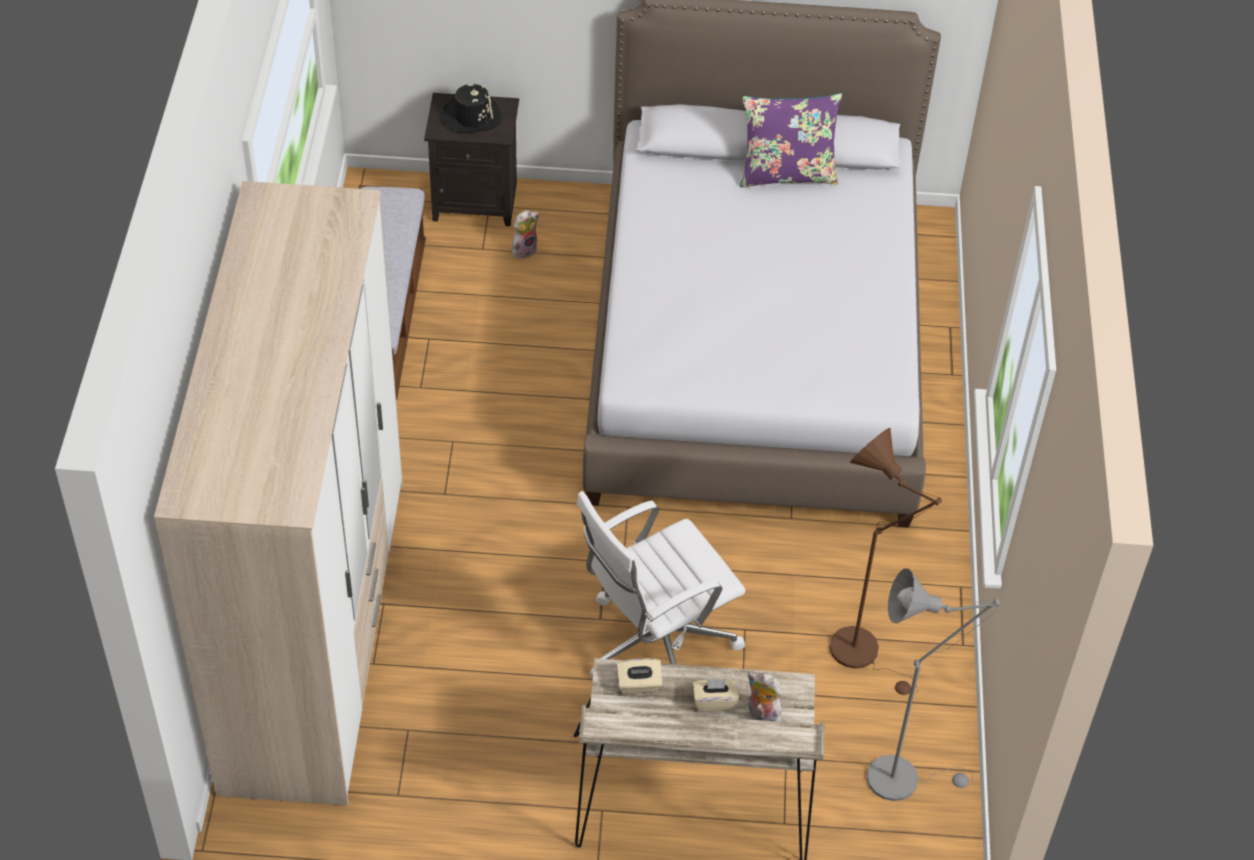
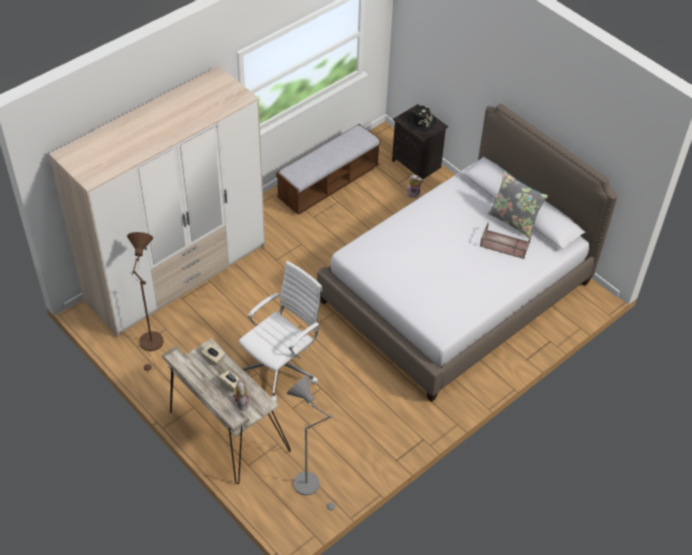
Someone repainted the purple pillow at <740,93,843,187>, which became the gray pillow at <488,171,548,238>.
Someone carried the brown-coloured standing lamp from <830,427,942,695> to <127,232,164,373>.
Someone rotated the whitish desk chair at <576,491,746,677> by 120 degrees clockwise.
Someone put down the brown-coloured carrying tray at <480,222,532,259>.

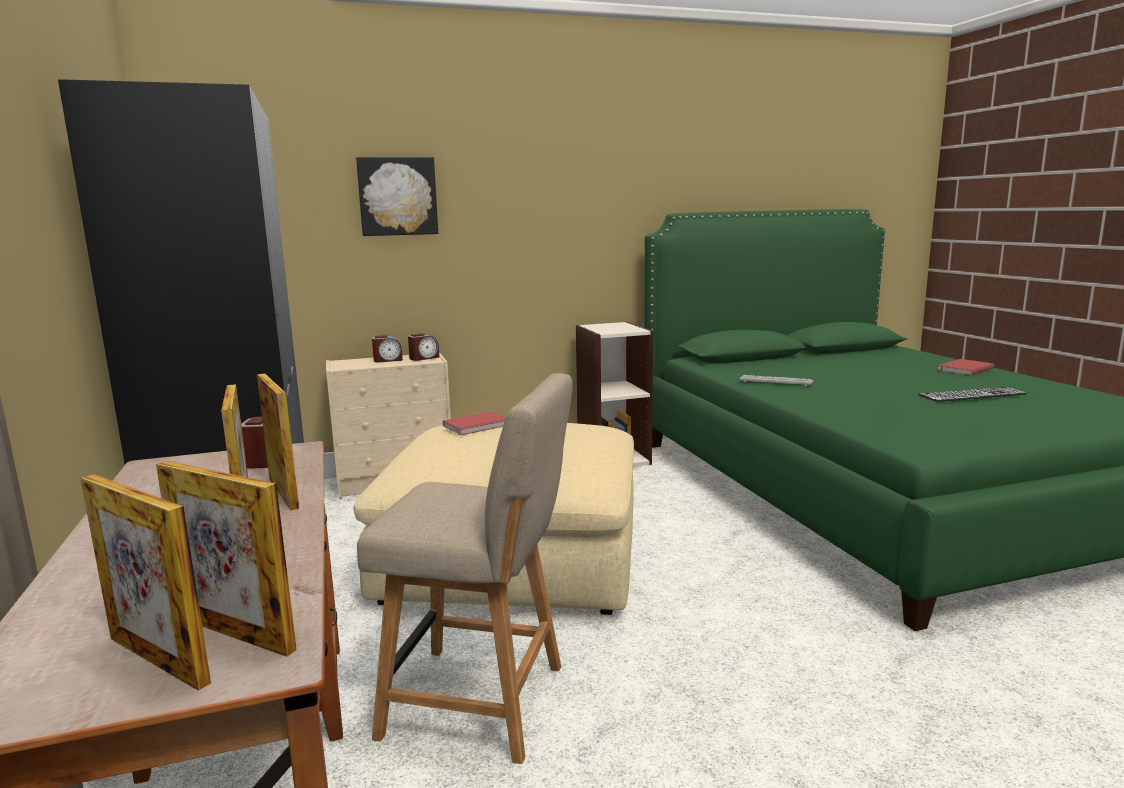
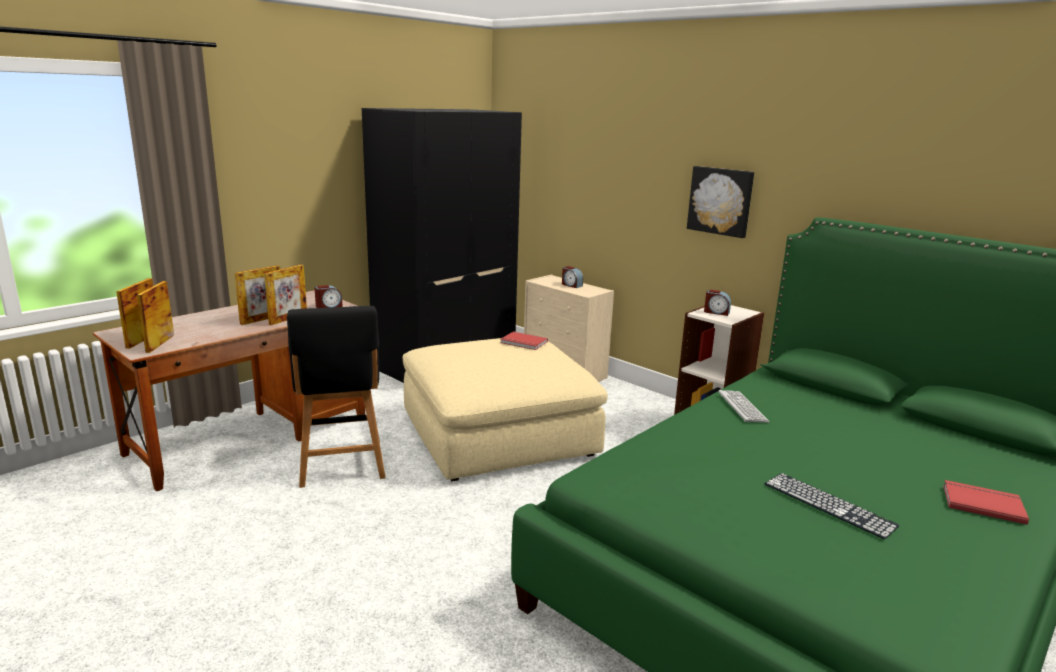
Someone carried the wall picture from <356,157,438,236> to <687,166,754,238>.
Someone carried the alarm clock from <408,333,440,361> to <704,290,731,316>.
Someone repainted the sand-coloured chair at <357,373,573,764>, which became the black chair at <287,306,386,488>.

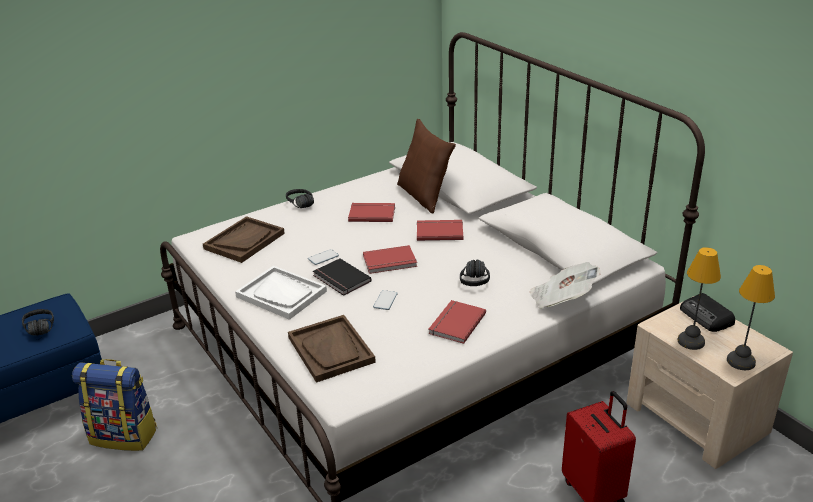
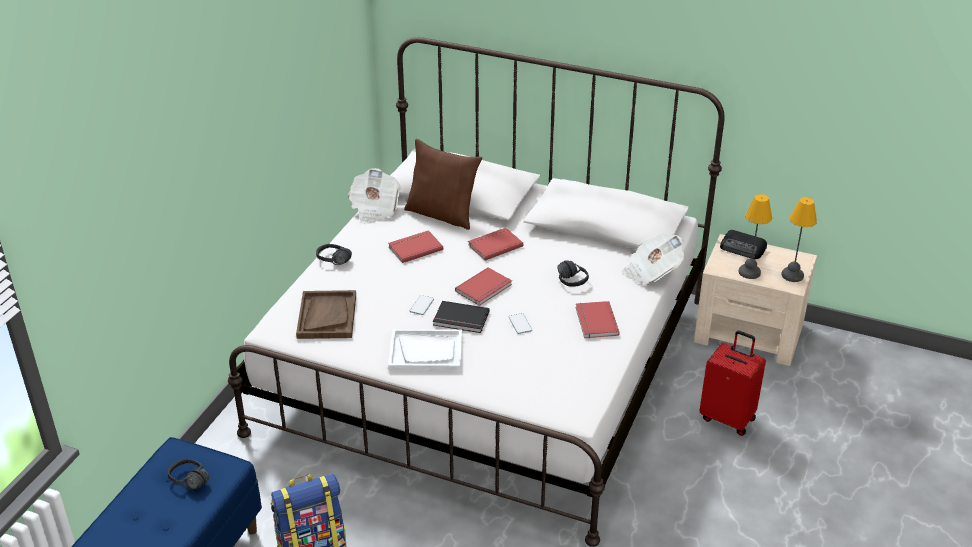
Someone took away the brown-coloured carrying tray at <288,315,376,383>.
Someone put down the daily paper at <348,168,401,224>.

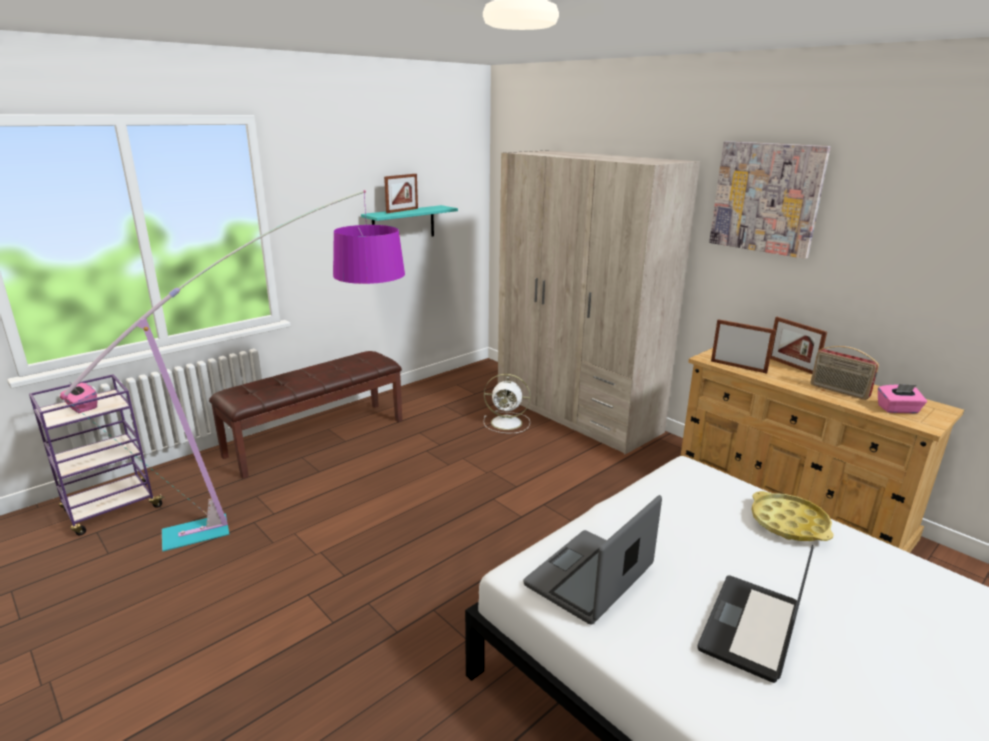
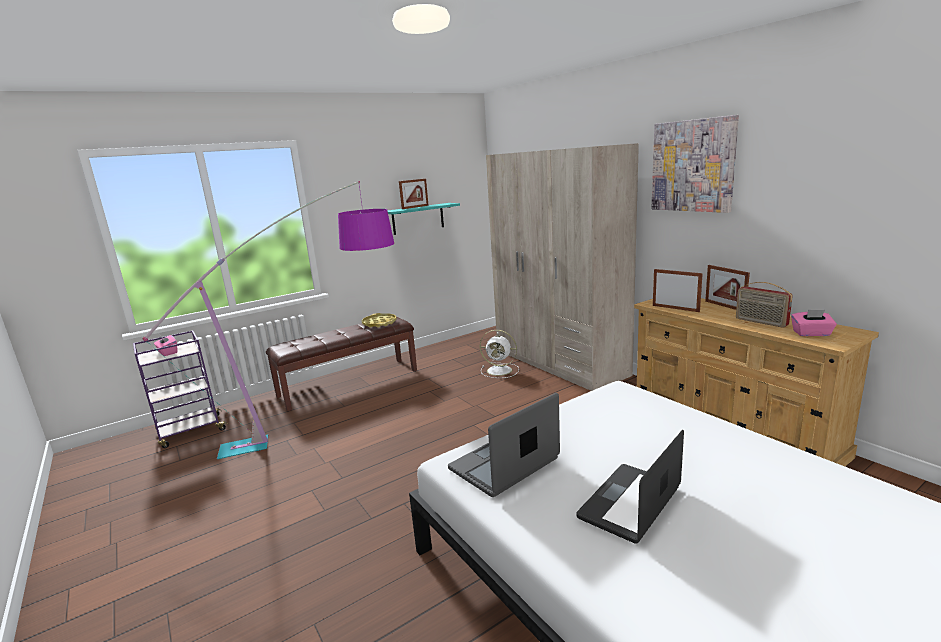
Someone carried the yellowish carrying tray from <751,491,834,541> to <362,313,397,328>.

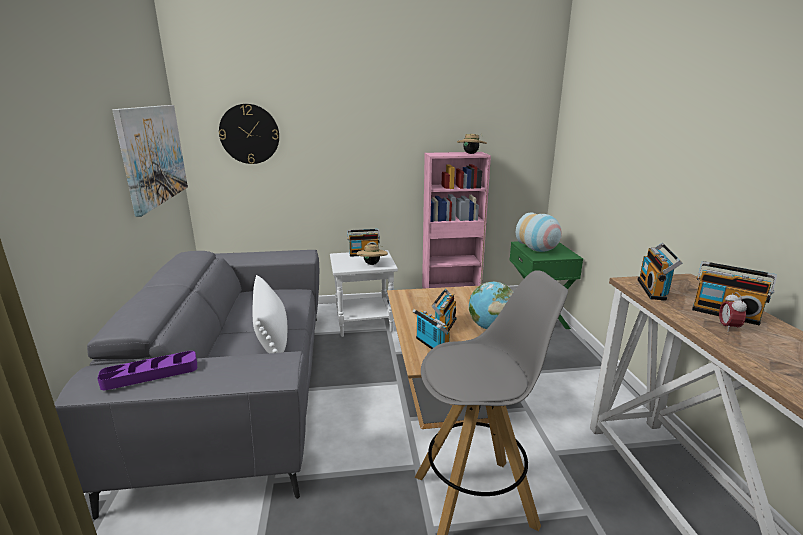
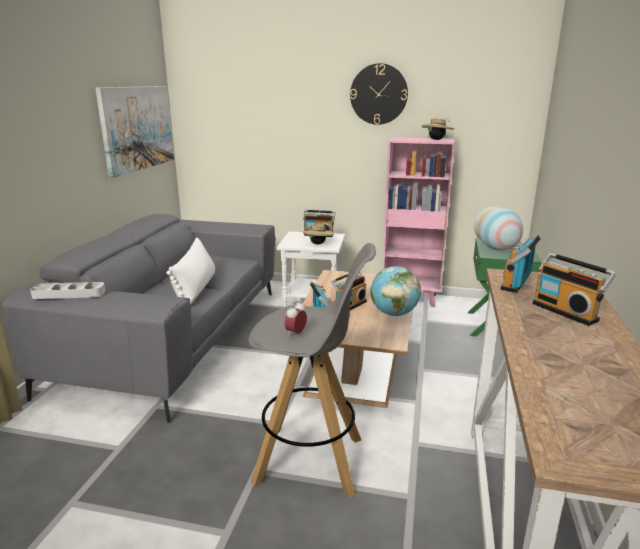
Someone carried the wall clock from <219,104,279,164> to <350,63,408,125>.
Someone carried the alarm clock from <719,292,747,332> to <285,301,307,335>.
Someone repainted the purple carrying tray at <97,351,197,390>, which became the gray carrying tray at <30,282,106,299>.

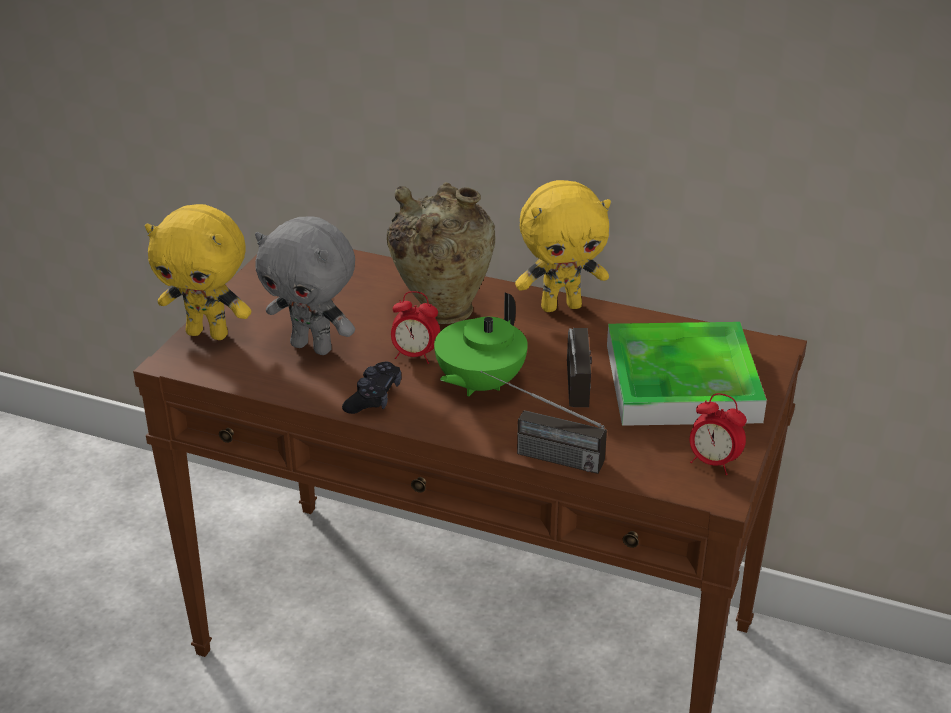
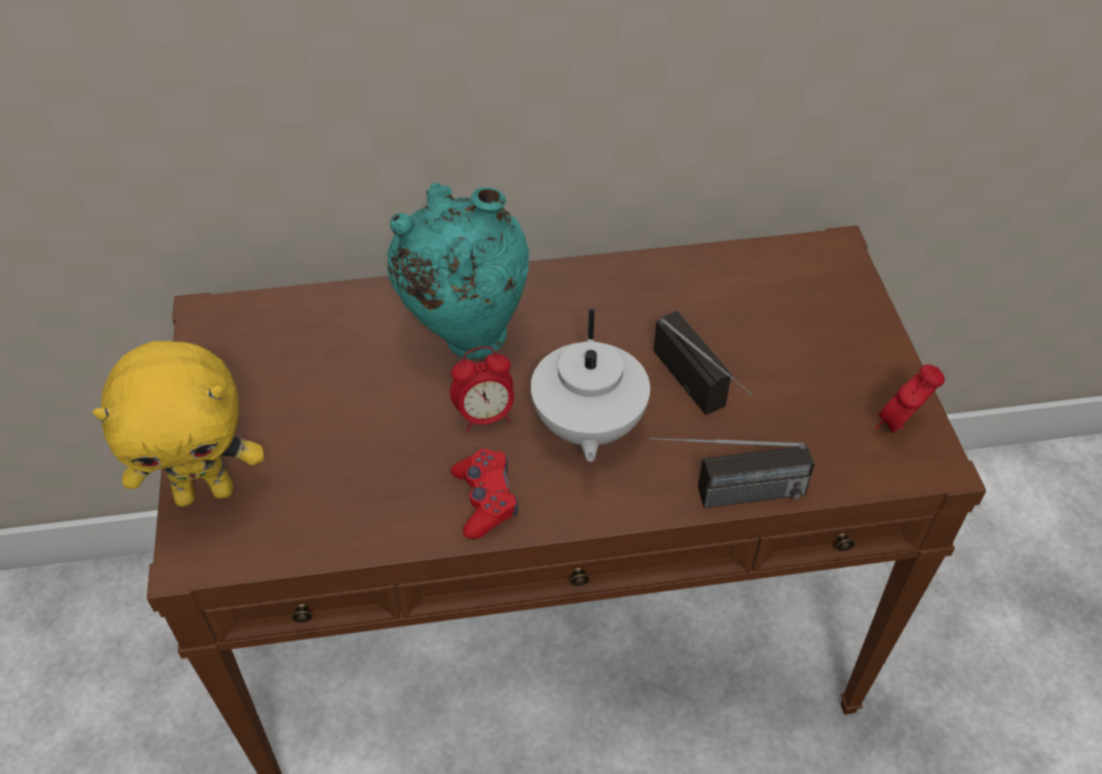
Someone took away the yellowish plush toy at <515,180,611,312>.
Someone repainted the sand-coloured vase at <387,182,495,324>, which became the turquoise vase at <387,183,529,359>.
Someone took away the gray plush toy at <255,217,355,355>.
Someone repainted the greenish pot for tea at <434,292,528,396>, which became the whitish pot for tea at <531,309,650,462>.
Someone took away the carrying tray at <607,322,767,426>.
Someone repainted the black gamepad at <342,362,402,414>, which became the reddish gamepad at <451,449,518,539>.
Someone rotated the alarm clock at <690,393,747,475> by 135 degrees clockwise.

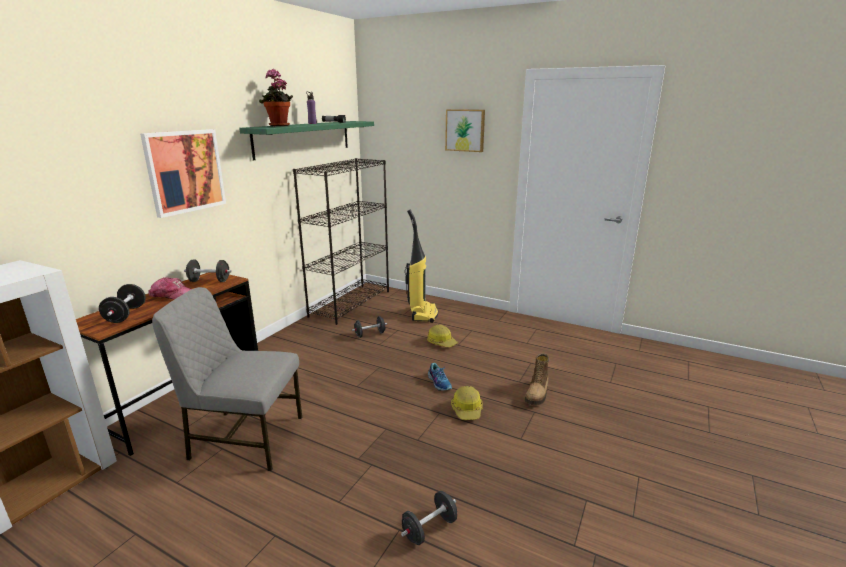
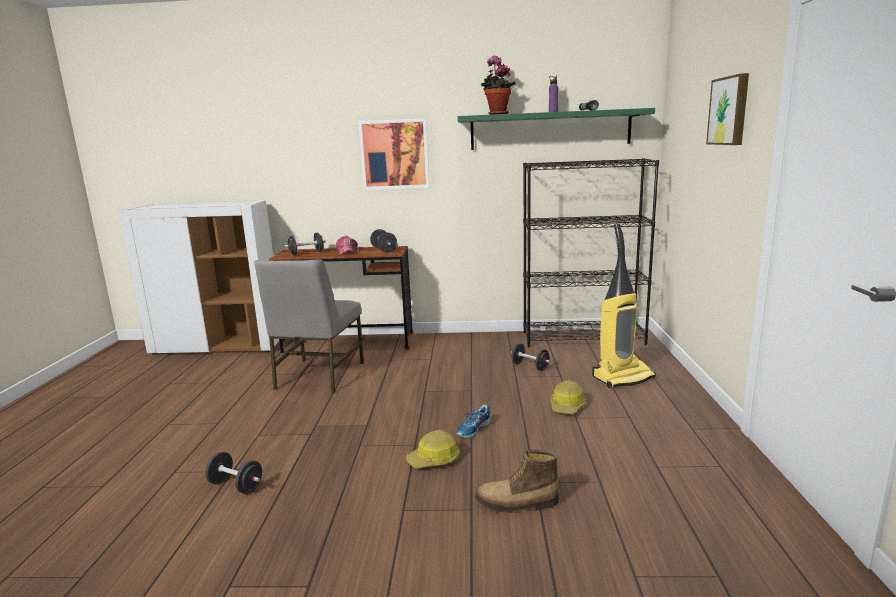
Someone rotated the gray chair at <152,287,302,471> by 150 degrees counterclockwise.

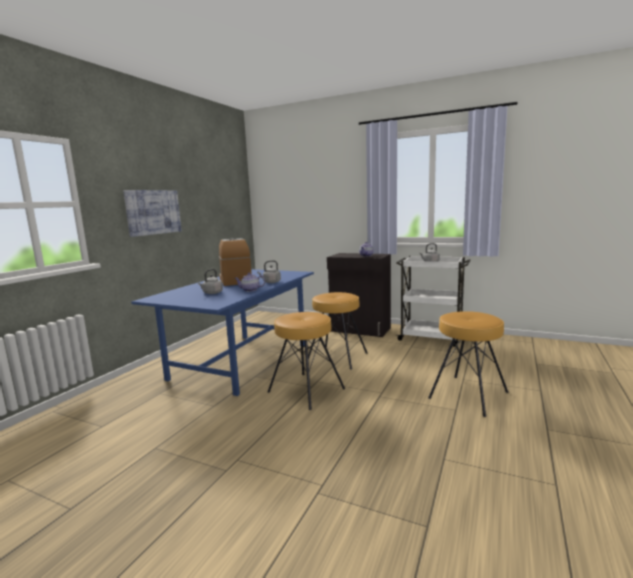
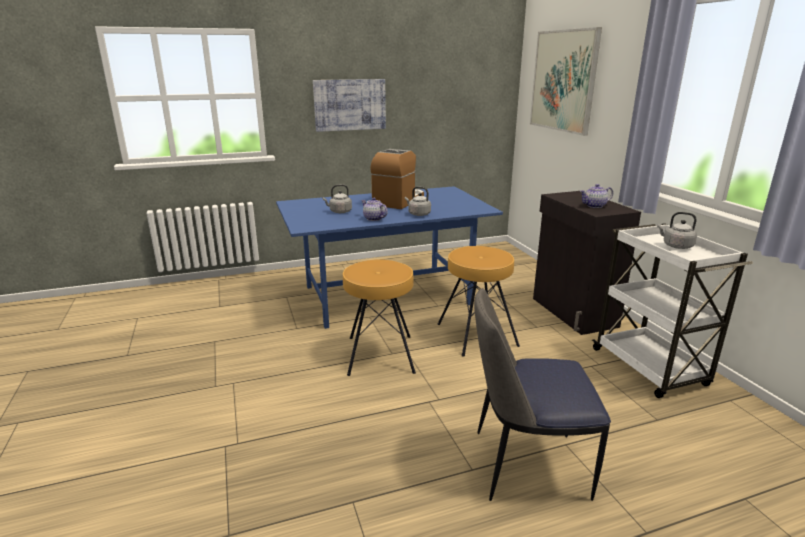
Someone swapped the brown-coloured stool at <428,311,508,417> for the chair at <474,288,611,501>.
Someone put up the wall picture at <530,27,602,136>.

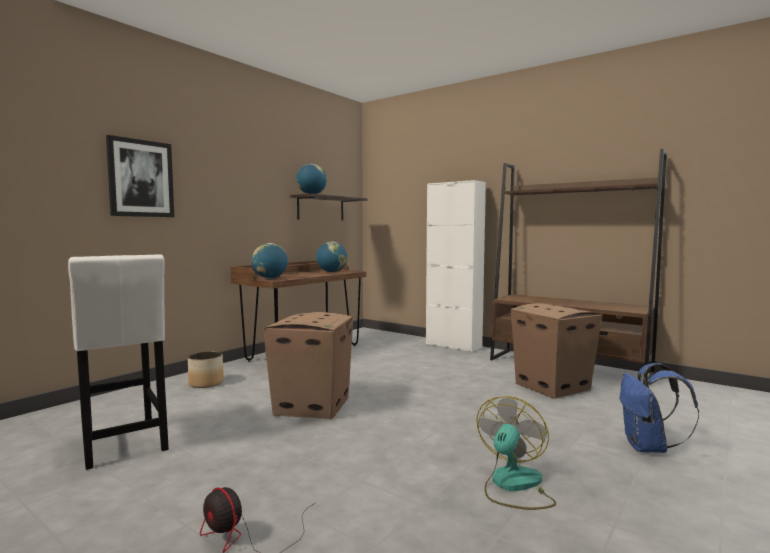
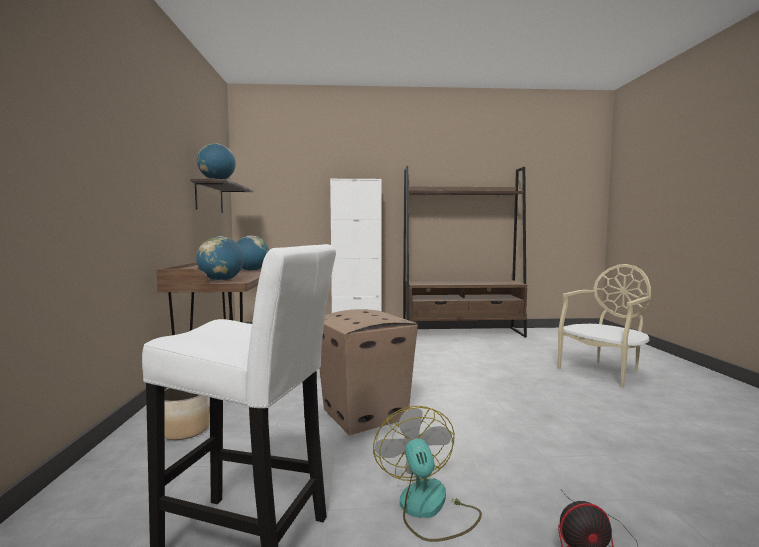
Someone took away the wall picture at <106,135,174,217>.
Someone took away the carton at <511,303,603,399>.
Someone swapped the bluish rucksack at <619,363,699,453> for the sand-coloured chair at <558,264,651,388>.
Someone carried the cooling fan from <477,396,556,510> to <373,406,482,542>.

